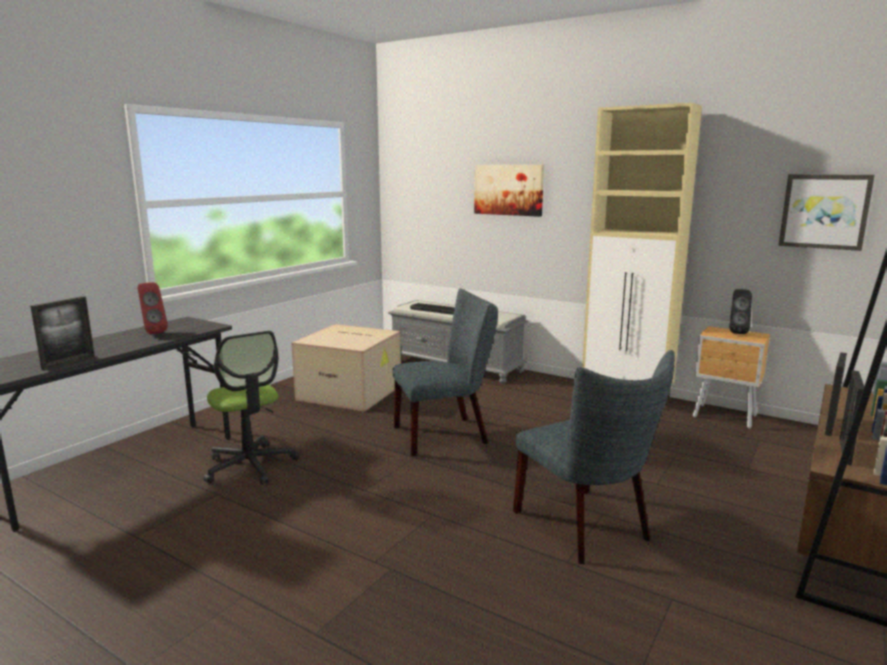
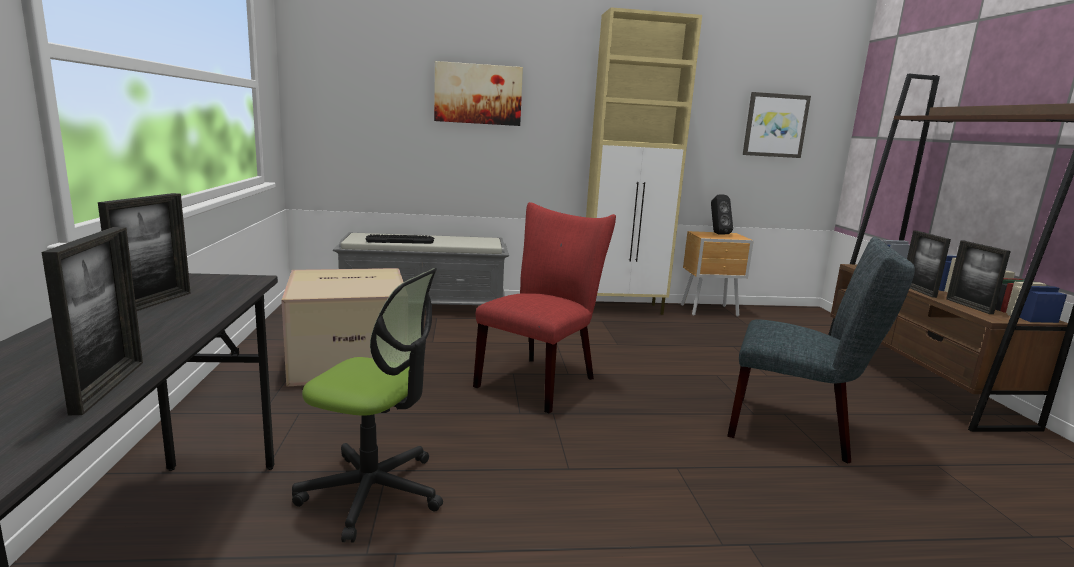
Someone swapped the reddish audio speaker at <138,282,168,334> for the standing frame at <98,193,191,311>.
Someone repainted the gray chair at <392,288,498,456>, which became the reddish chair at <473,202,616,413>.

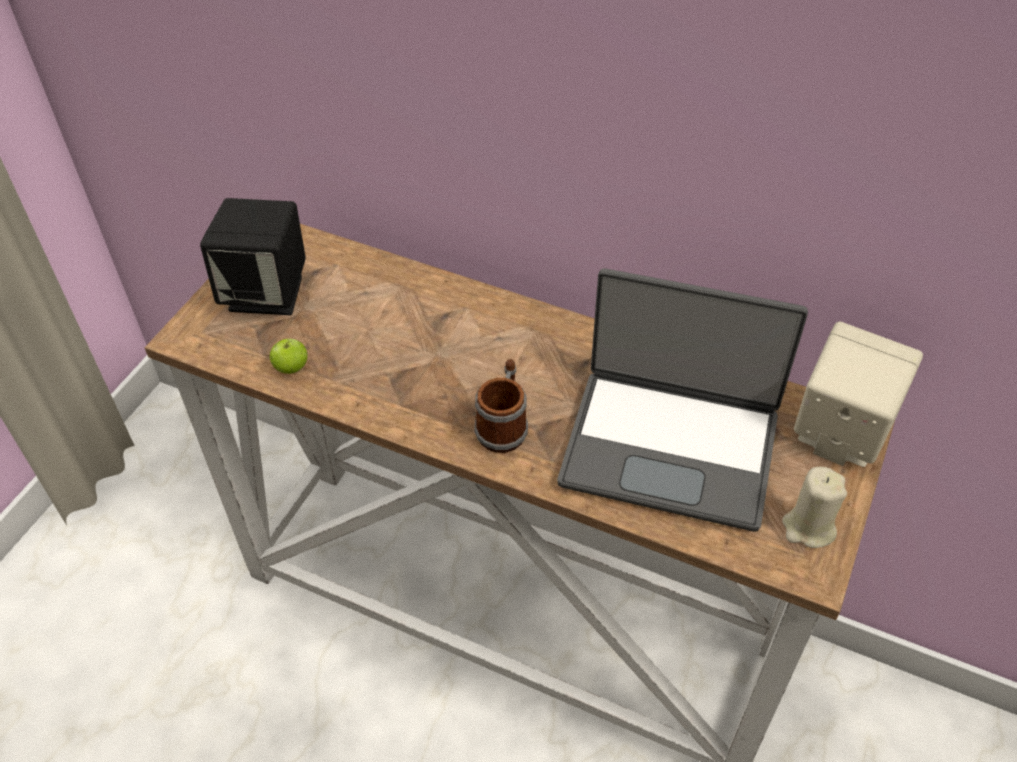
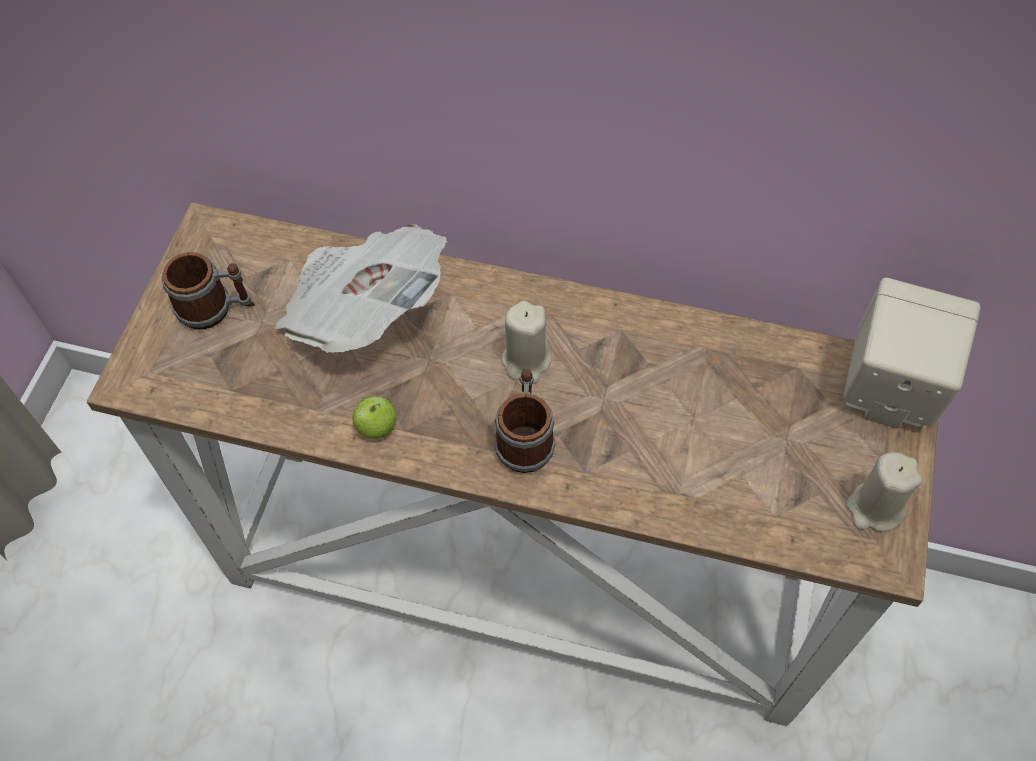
Someone swapped the black audio speaker at <200,198,306,315> for the mug at <162,252,255,330>.
Someone took away the notebook computer at <557,268,808,532>.
Someone carried the apple from <270,339,308,374> to <352,396,397,439>.
Someone put down the daily paper at <274,225,447,353>.
Someone put down the sand-coloured wax light at <501,301,552,384>.

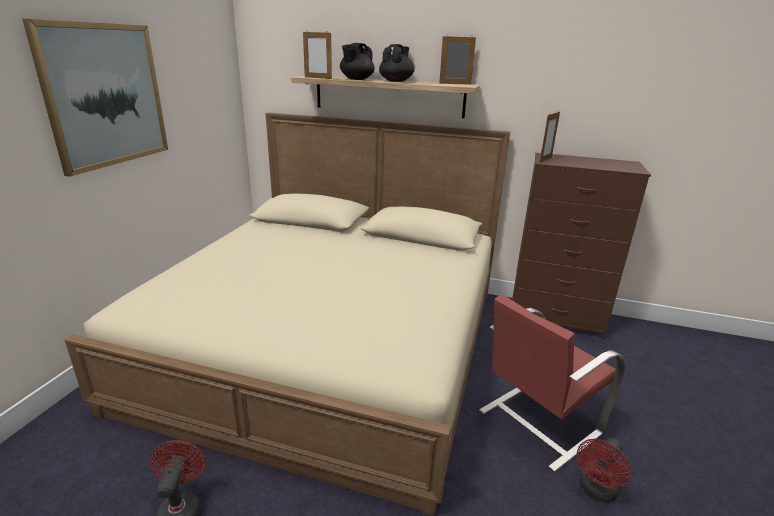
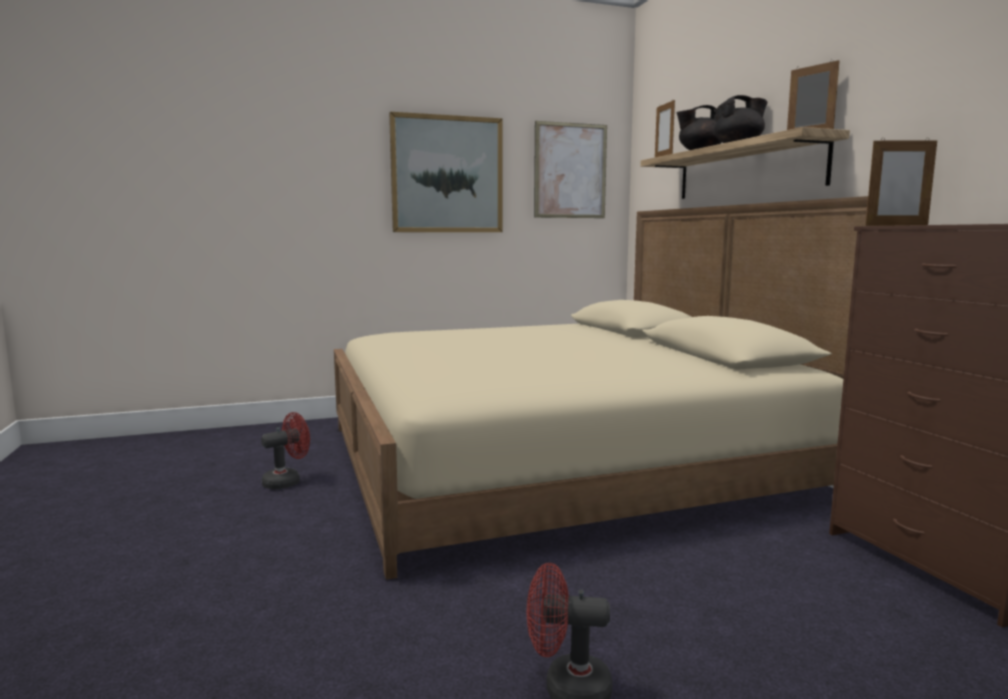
Someone took away the reddish chair at <479,295,625,472>.
Someone put up the wall picture at <534,121,607,218>.

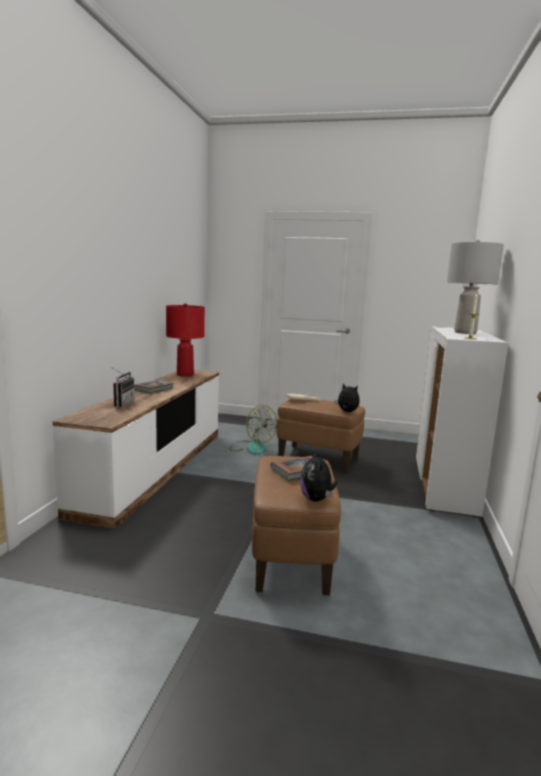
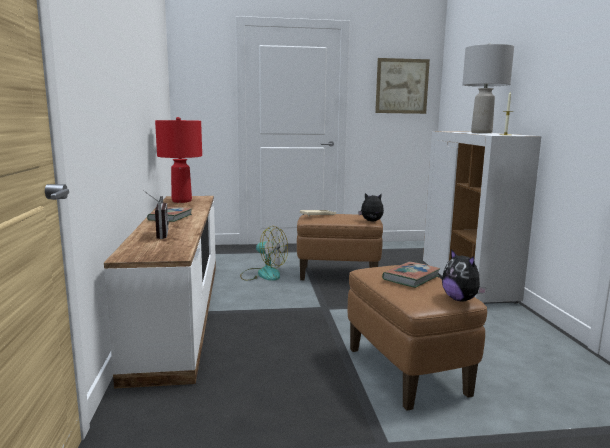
Someone put up the wall picture at <375,58,430,114>.

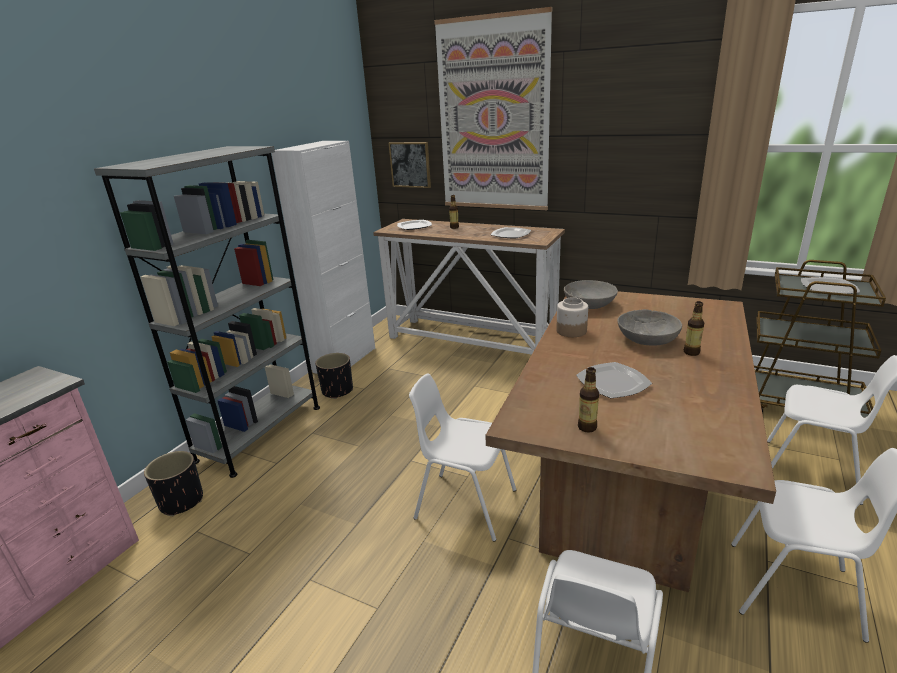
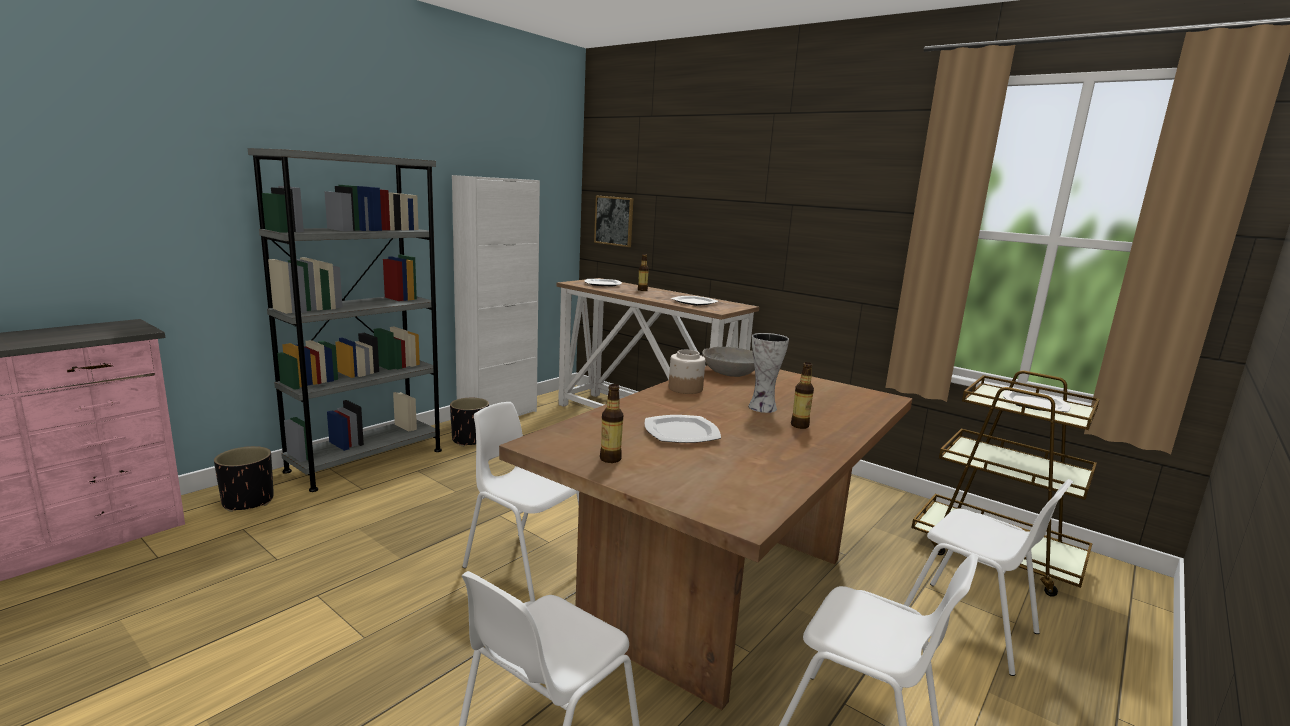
Someone took away the wall picture at <434,7,552,210>.
Someone swapped the gray bowl at <617,309,682,346> for the vase at <748,333,789,413>.

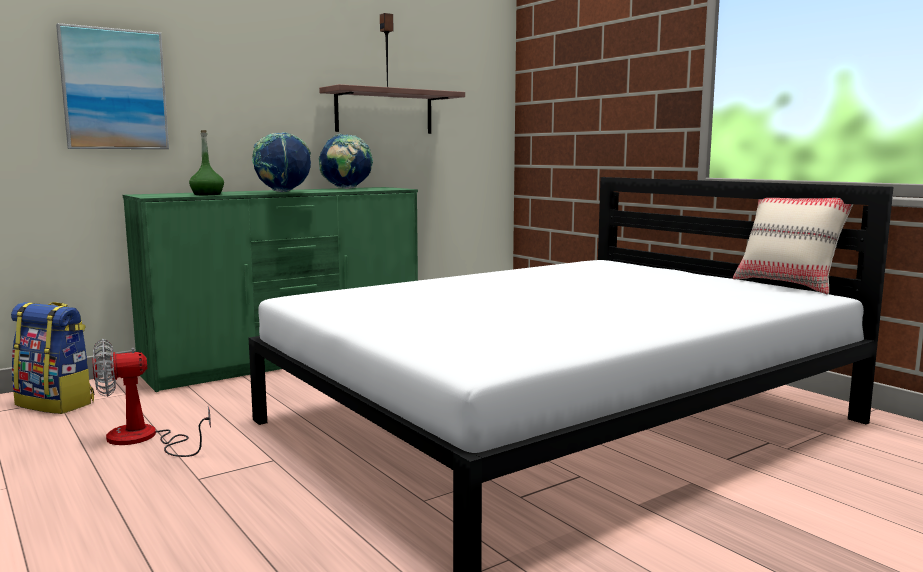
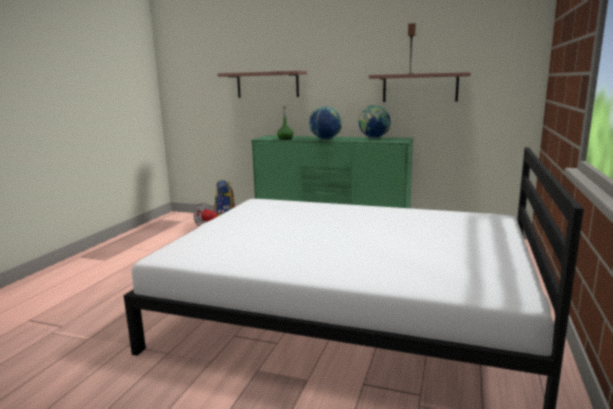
Someone swapped the wall picture at <56,23,169,149> for the shelf at <217,71,307,98>.
Someone took away the sand-coloured pillow at <733,198,854,295>.

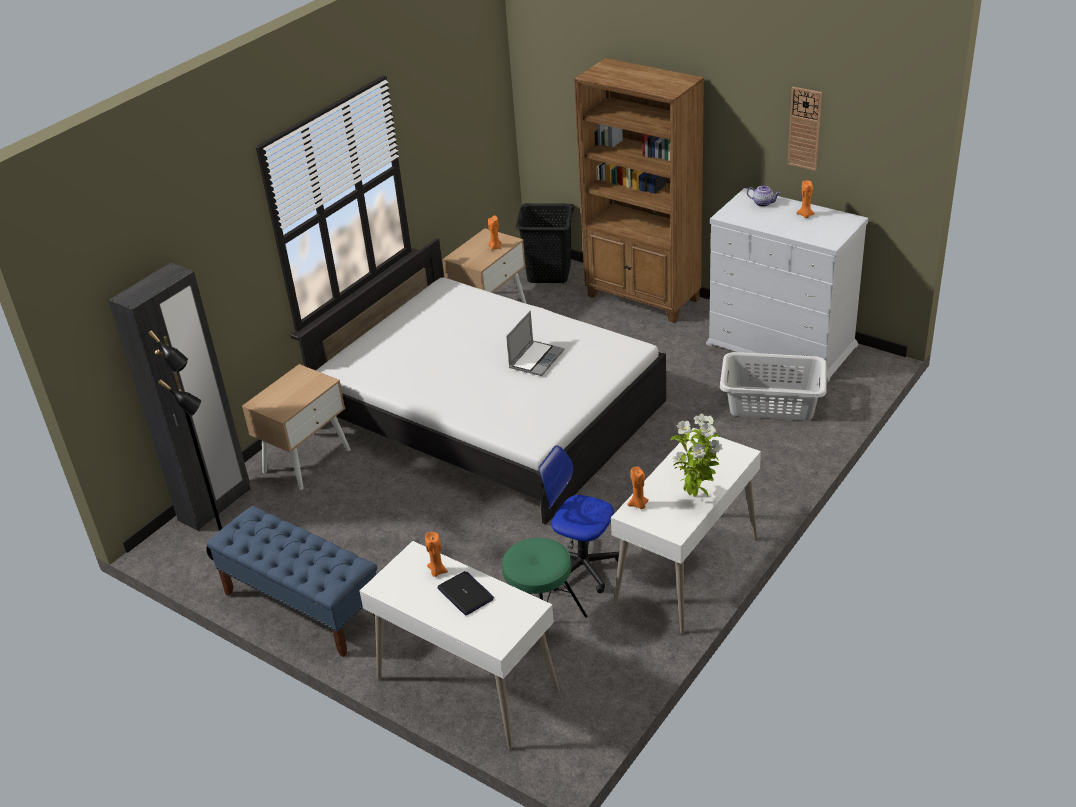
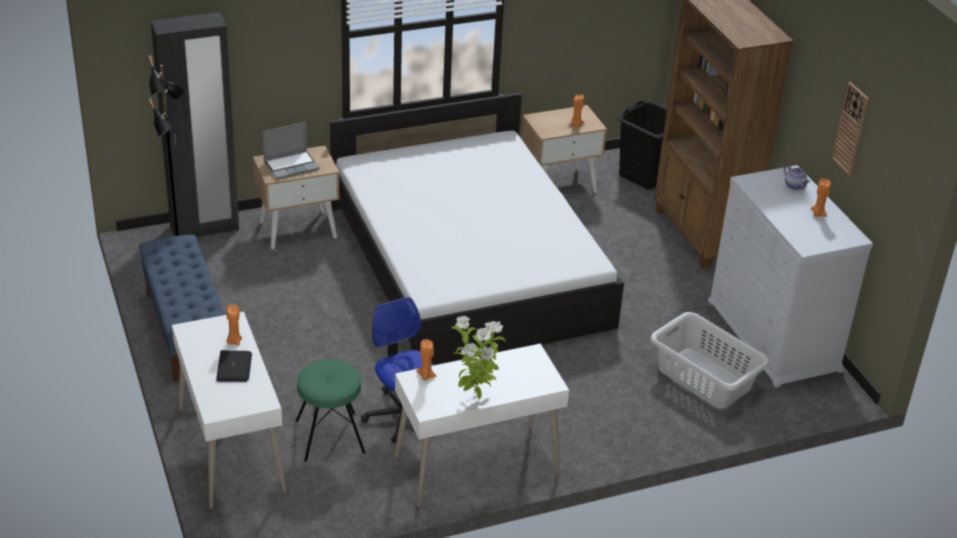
Someone carried the notebook computer from <506,311,564,376> to <263,122,320,180>.

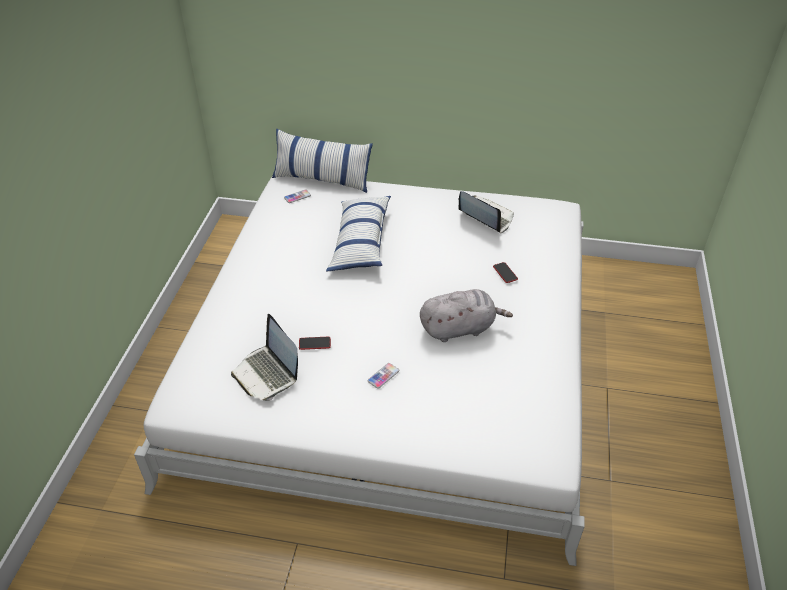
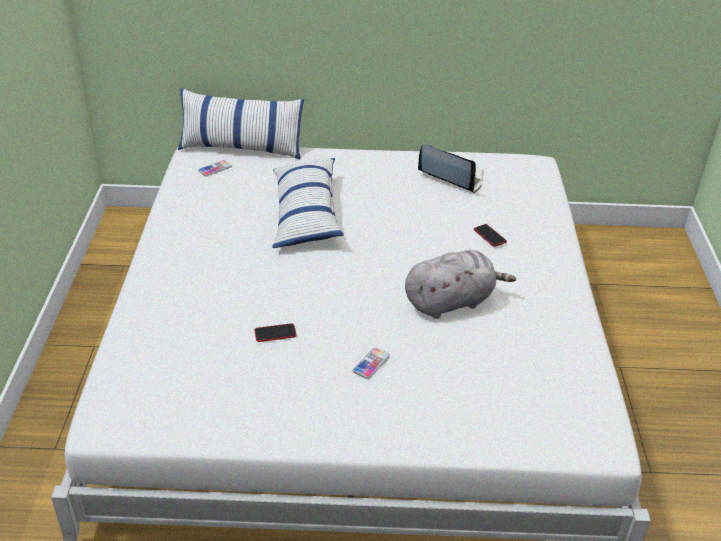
Someone took away the notebook computer at <231,314,298,401>.

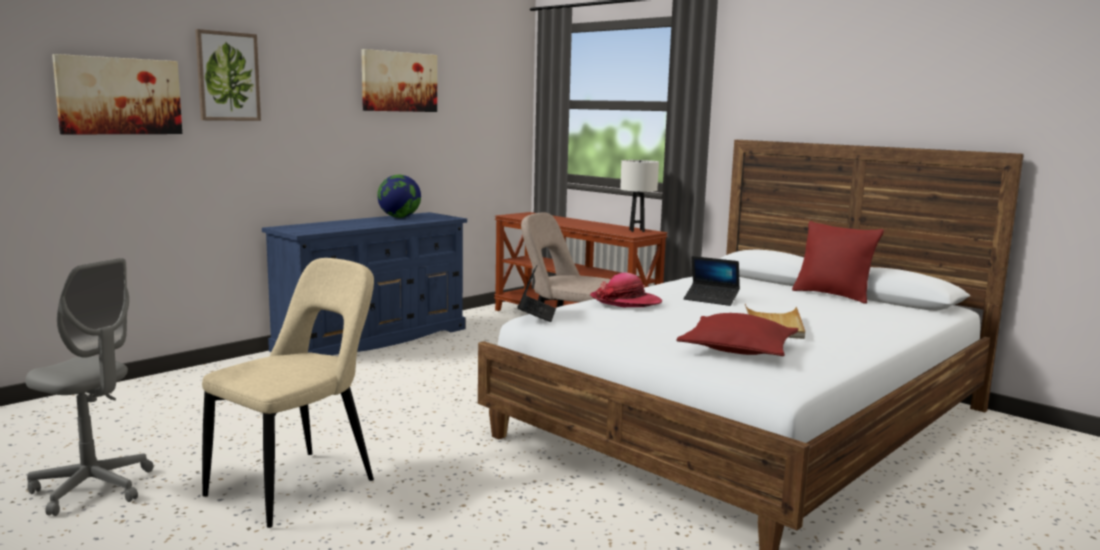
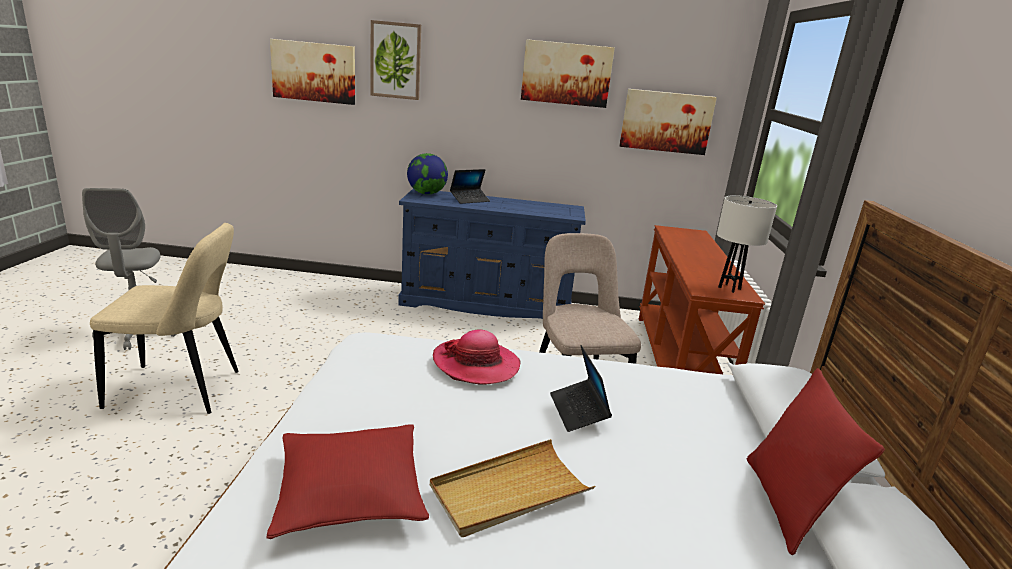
Someone carried the world globe from <377,175,421,218> to <407,153,448,195>.
Someone carried the notebook computer from <517,265,556,322> to <450,169,490,204>.
Someone put up the wall picture at <619,89,717,155>.

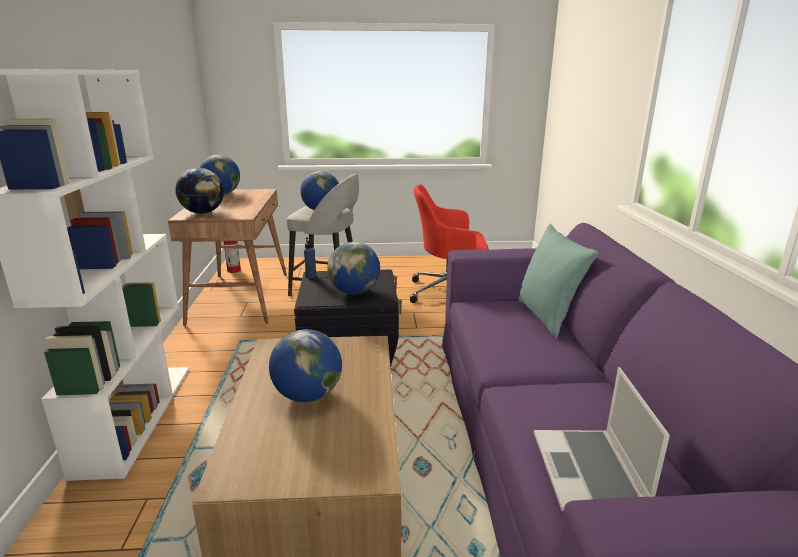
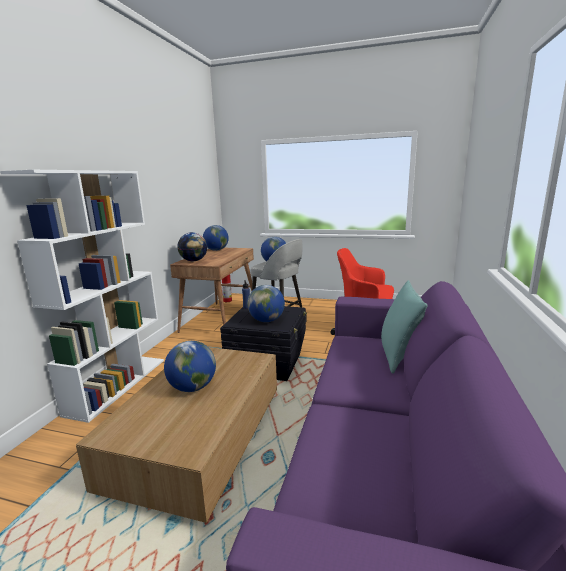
Someone took away the notebook computer at <534,367,670,511>.

